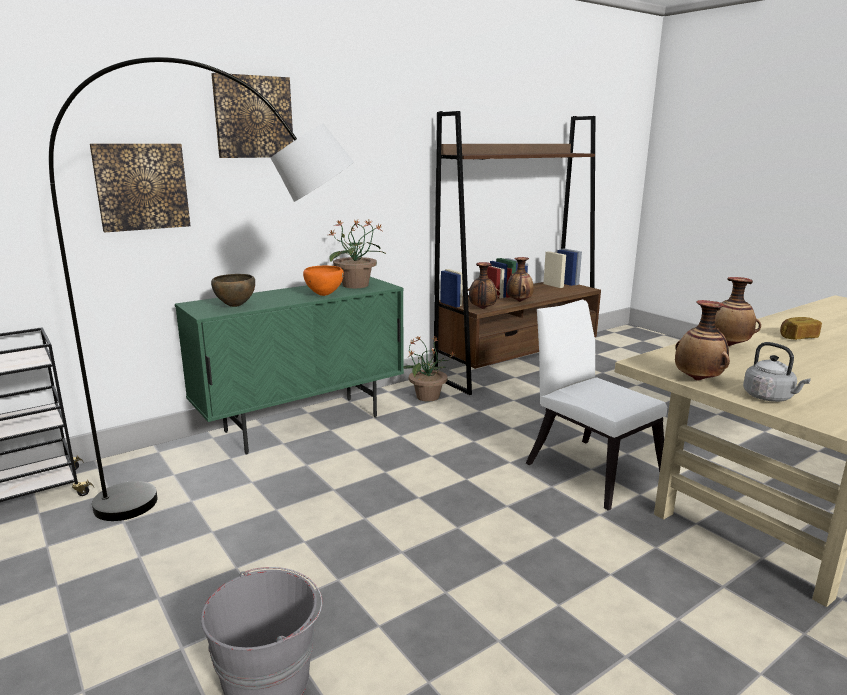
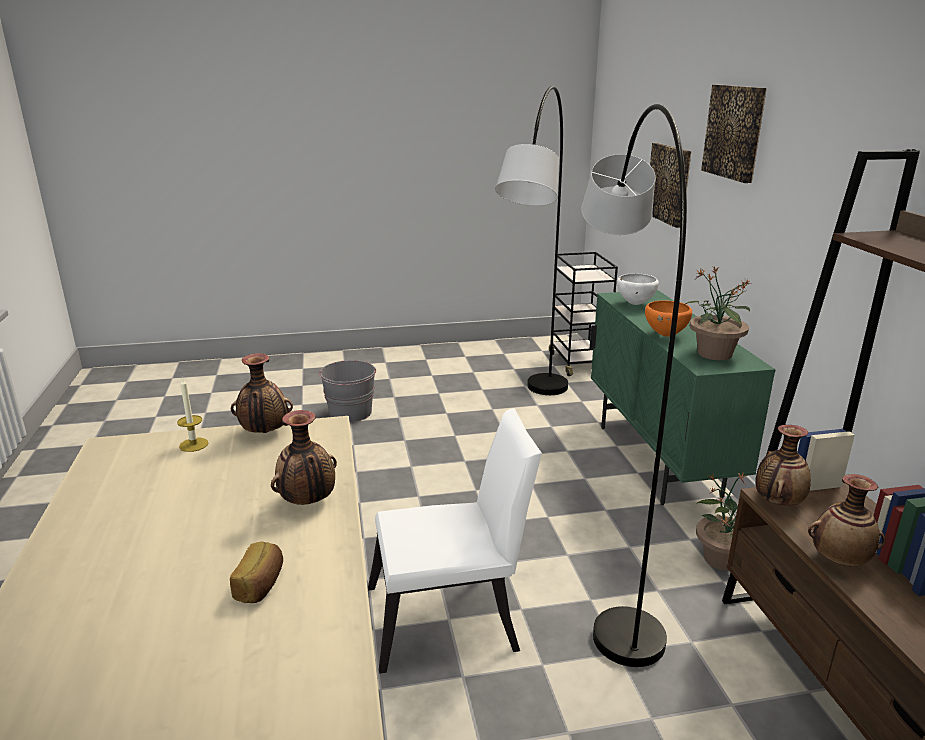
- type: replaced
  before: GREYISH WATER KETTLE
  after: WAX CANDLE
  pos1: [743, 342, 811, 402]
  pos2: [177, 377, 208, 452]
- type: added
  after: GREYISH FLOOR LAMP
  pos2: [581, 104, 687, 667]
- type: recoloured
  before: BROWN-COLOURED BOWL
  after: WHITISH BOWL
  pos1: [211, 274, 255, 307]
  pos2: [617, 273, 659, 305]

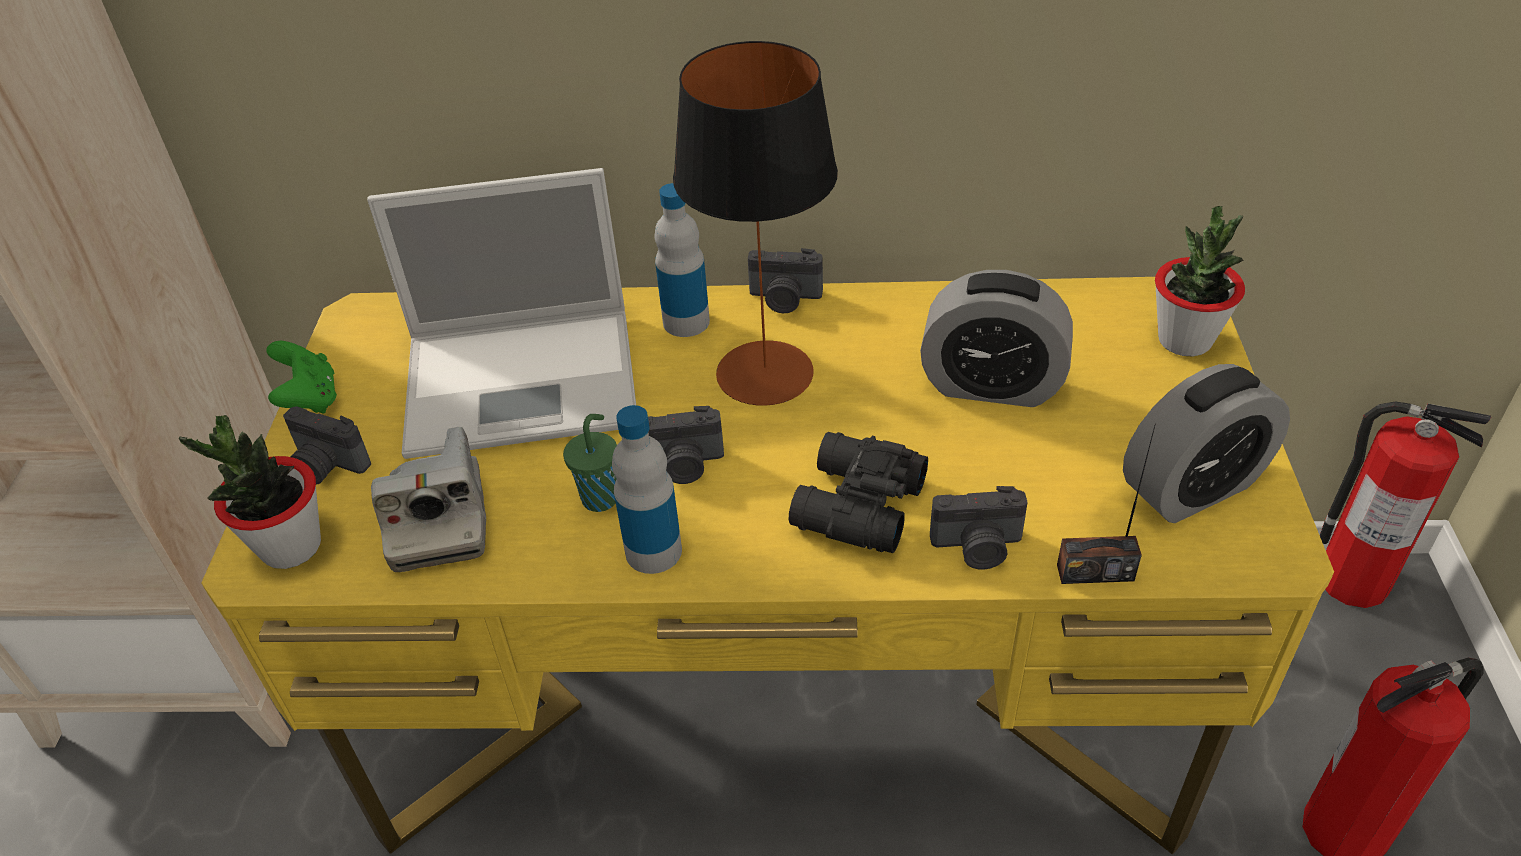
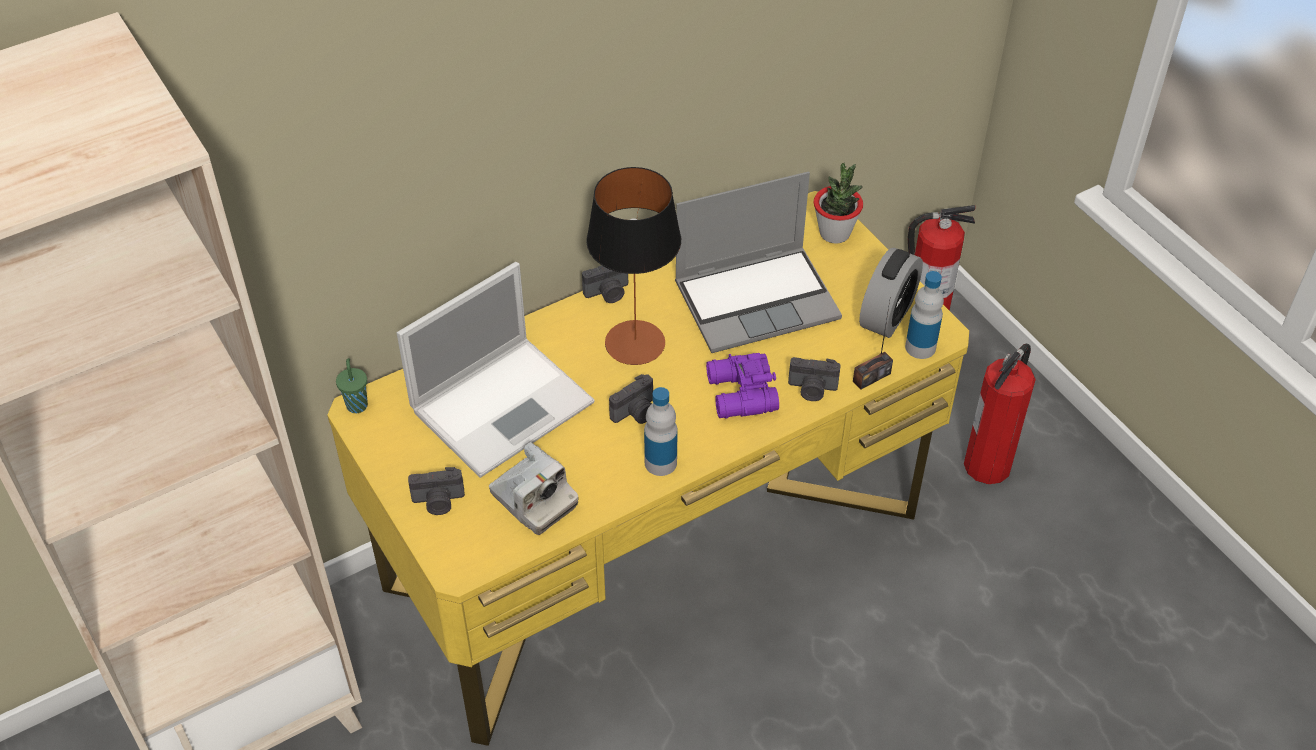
- type: moved
  before: GREEN SMALL CUP
  pos1: [563, 414, 617, 512]
  pos2: [336, 358, 368, 413]
- type: replaced
  before: BEDSIDE CLOCK
  after: PORTABLE COMPUTER
  pos1: [920, 270, 1073, 407]
  pos2: [675, 172, 842, 353]
- type: recoloured
  before: BLACK FIELD GLASSES
  after: PURPLE FIELD GLASSES
  pos1: [789, 432, 928, 553]
  pos2: [706, 353, 779, 419]
- type: turned
  before: STILL CAMERA
  pos1: [930, 486, 1028, 570]
  pos2: [788, 357, 841, 401]
  turn: 45
- type: moved
  before: DRINK BOTTLE
  pos1: [654, 183, 710, 337]
  pos2: [905, 271, 944, 359]
- type: removed
  before: POTTED PLANT
  pos1: [179, 415, 321, 569]
- type: removed
  before: GREEN JOYPAD
  pos1: [266, 341, 337, 413]

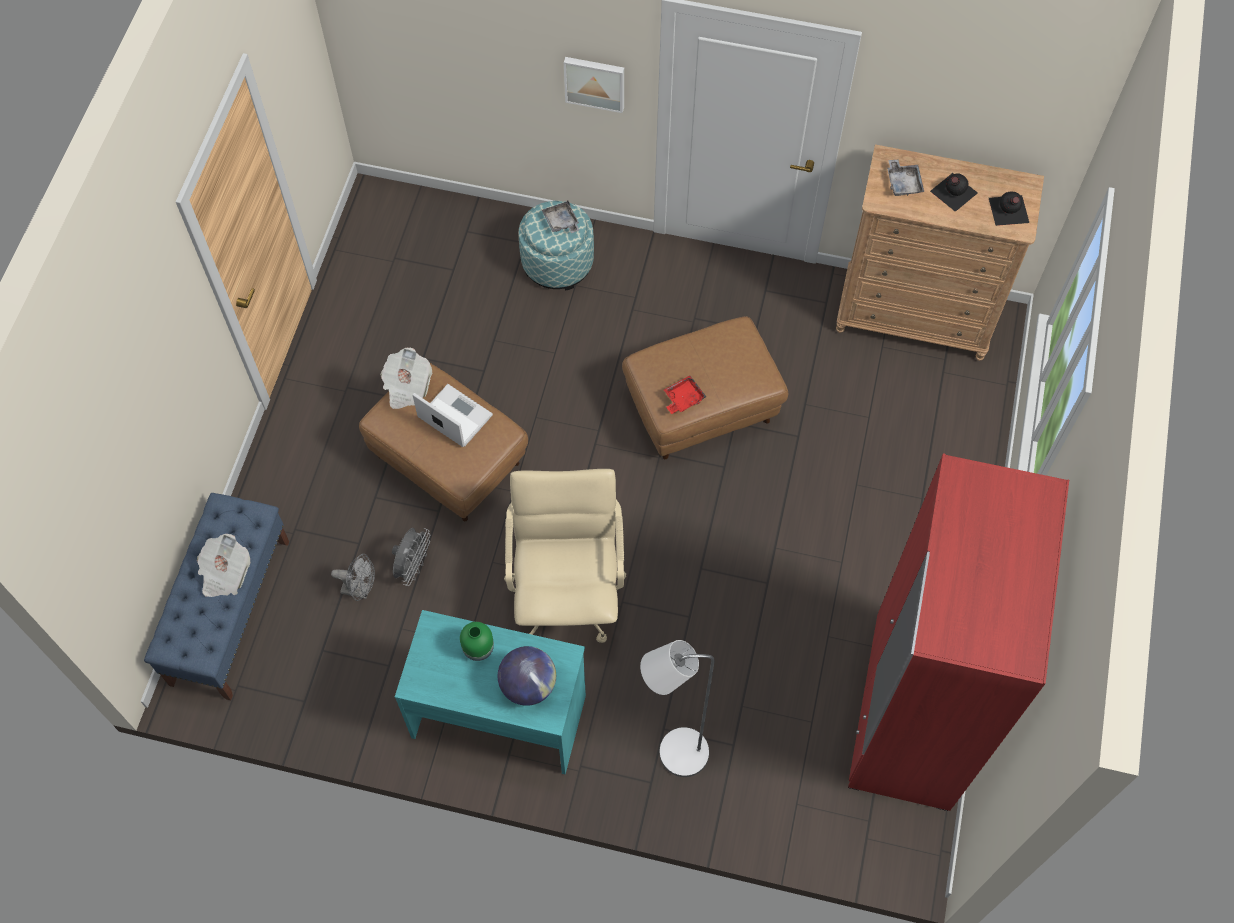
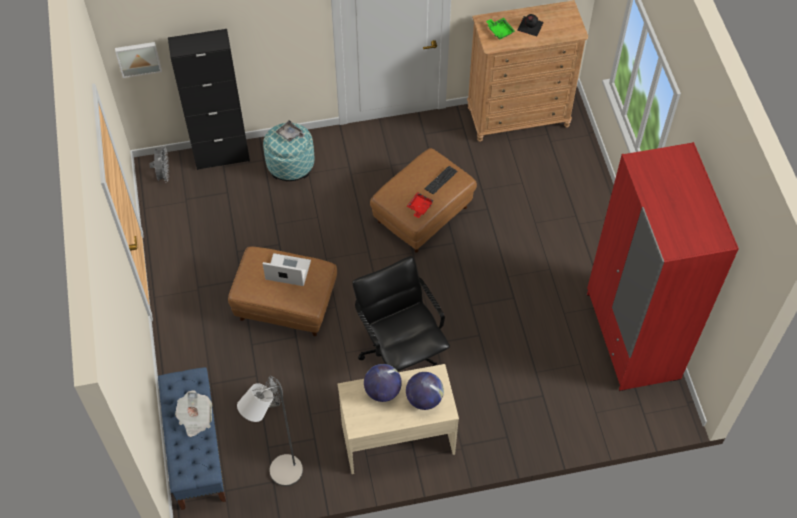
- type: moved
  before: WALL PICTURE
  pos1: [564, 57, 624, 113]
  pos2: [115, 42, 162, 78]
- type: moved
  before: GREYISH ELECTRIC FAN
  pos1: [392, 528, 430, 586]
  pos2: [149, 146, 169, 183]
- type: added
  after: BLACK CUPBOARD
  pos2: [168, 29, 250, 170]
- type: moved
  before: GREYISH FLOOR LAMP
  pos1: [640, 640, 714, 777]
  pos2: [237, 383, 303, 486]
- type: recoloured
  before: TURQUOISE-COLOURED DESK TABLE
  after: SAND-COLOURED DESK TABLE
  pos1: [395, 610, 586, 774]
  pos2: [337, 364, 459, 474]
- type: recoloured
  before: SAND-COLOURED OFFICE CHAIR
  after: BLACK OFFICE CHAIR
  pos1: [504, 469, 626, 643]
  pos2: [352, 256, 450, 371]
- type: replaced
  before: GREEN VASE
  after: WORLD GLOBE
  pos1: [460, 622, 494, 661]
  pos2: [364, 364, 402, 402]
- type: added
  after: PC KEYBOARD
  pos2: [425, 166, 457, 194]
- type: recoloured
  before: GREYISH CARRYING TRAY
  after: GREEN CARRYING TRAY
  pos1: [887, 159, 924, 196]
  pos2: [486, 18, 515, 40]
- type: removed
  before: NEWSPAPER
  pos1: [381, 348, 432, 409]
- type: removed
  before: BLACK DRINK BOTTLE
  pos1: [989, 191, 1029, 226]

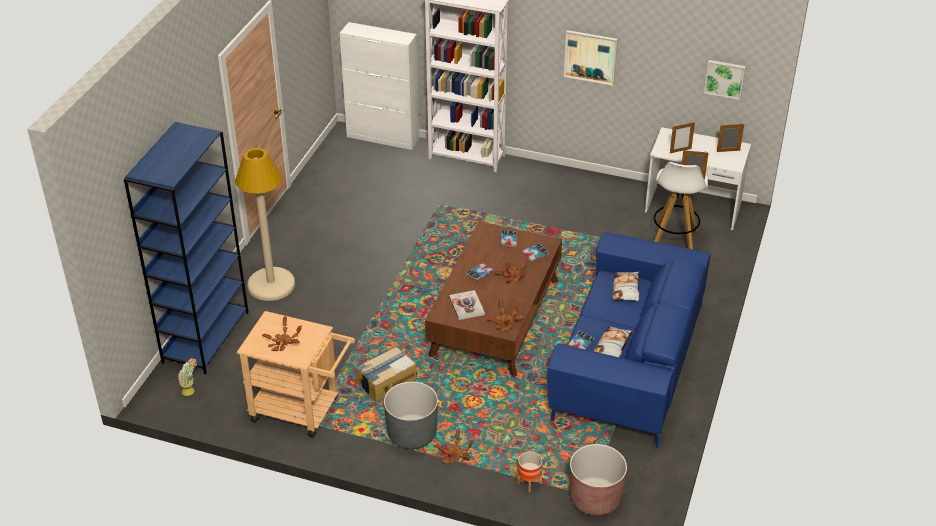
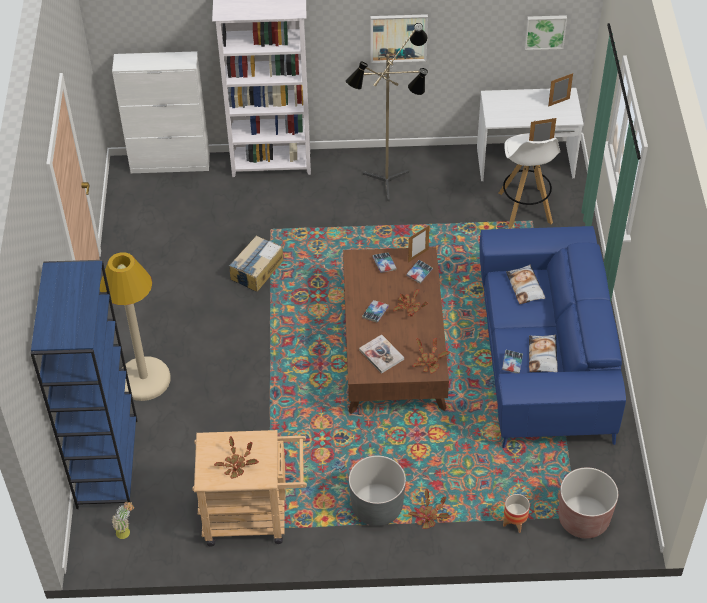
- type: moved
  before: CARDBOARD BOX
  pos1: [356, 347, 417, 401]
  pos2: [229, 236, 284, 292]
- type: added
  after: FLOOR LAMP
  pos2: [346, 23, 428, 201]
- type: moved
  before: PHOTO FRAME
  pos1: [670, 122, 695, 153]
  pos2: [408, 225, 430, 262]

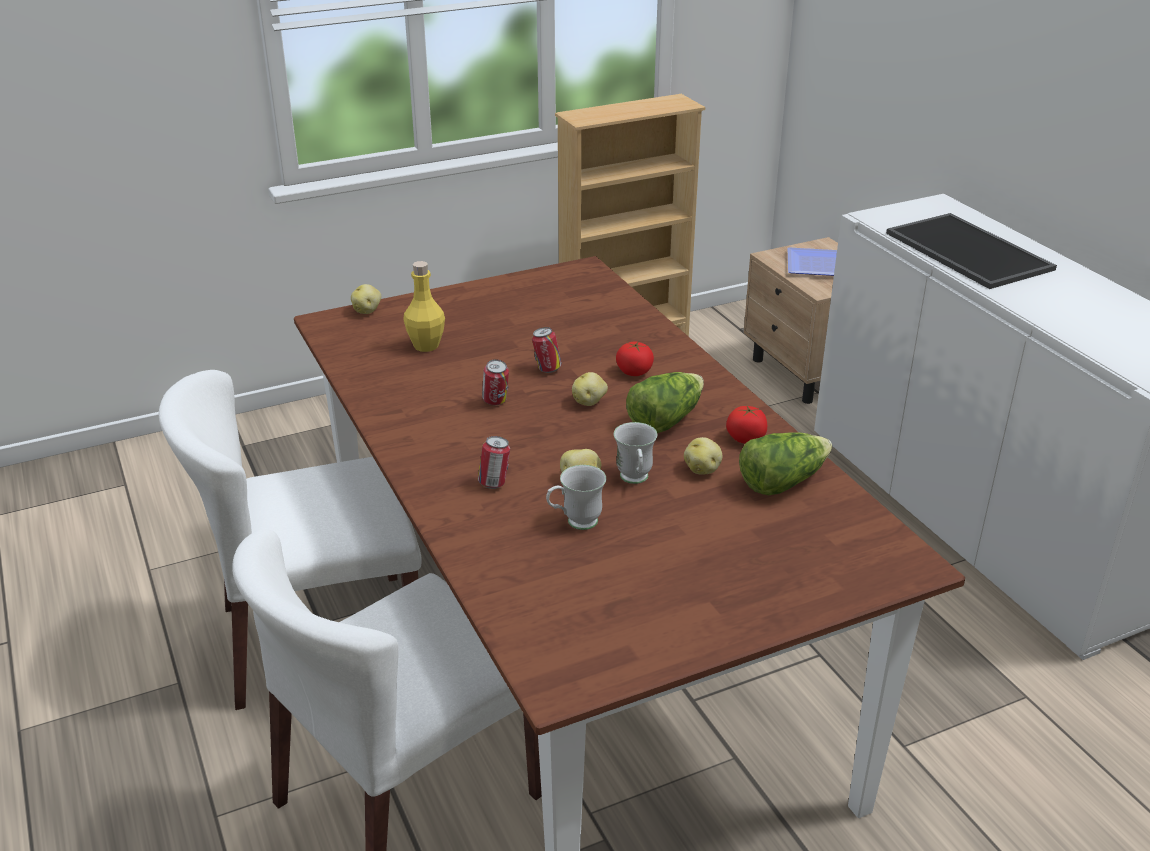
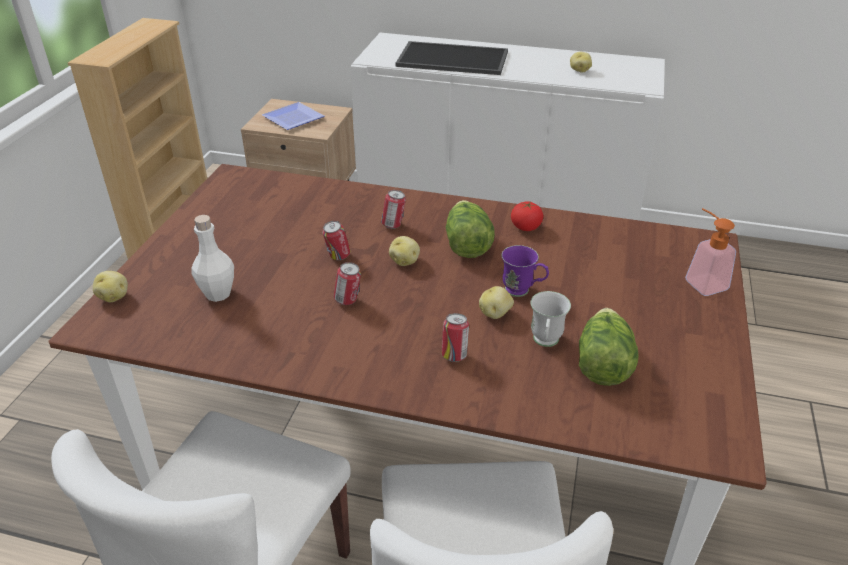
- type: recoloured
  before: YELLOWISH DRINK BOTTLE
  after: WHITISH DRINK BOTTLE
  pos1: [403, 261, 445, 352]
  pos2: [191, 215, 234, 302]
- type: replaced
  before: TOMATO
  after: CAN
  pos1: [616, 341, 654, 376]
  pos2: [381, 190, 406, 229]
- type: recoloured
  before: WHITISH MUG
  after: PURPLE MUG
  pos1: [614, 422, 657, 484]
  pos2: [501, 245, 549, 297]
- type: moved
  before: POTATO
  pos1: [684, 437, 722, 475]
  pos2: [570, 52, 592, 73]
- type: moved
  before: LETTUCE HEAD
  pos1: [739, 433, 832, 495]
  pos2: [579, 308, 639, 386]
- type: added
  after: LIQUID SOAP BOTTLE
  pos2: [685, 208, 736, 296]

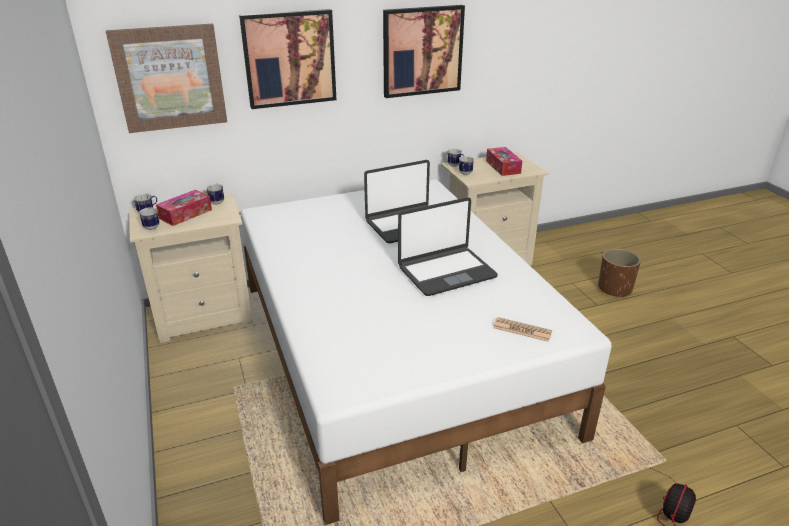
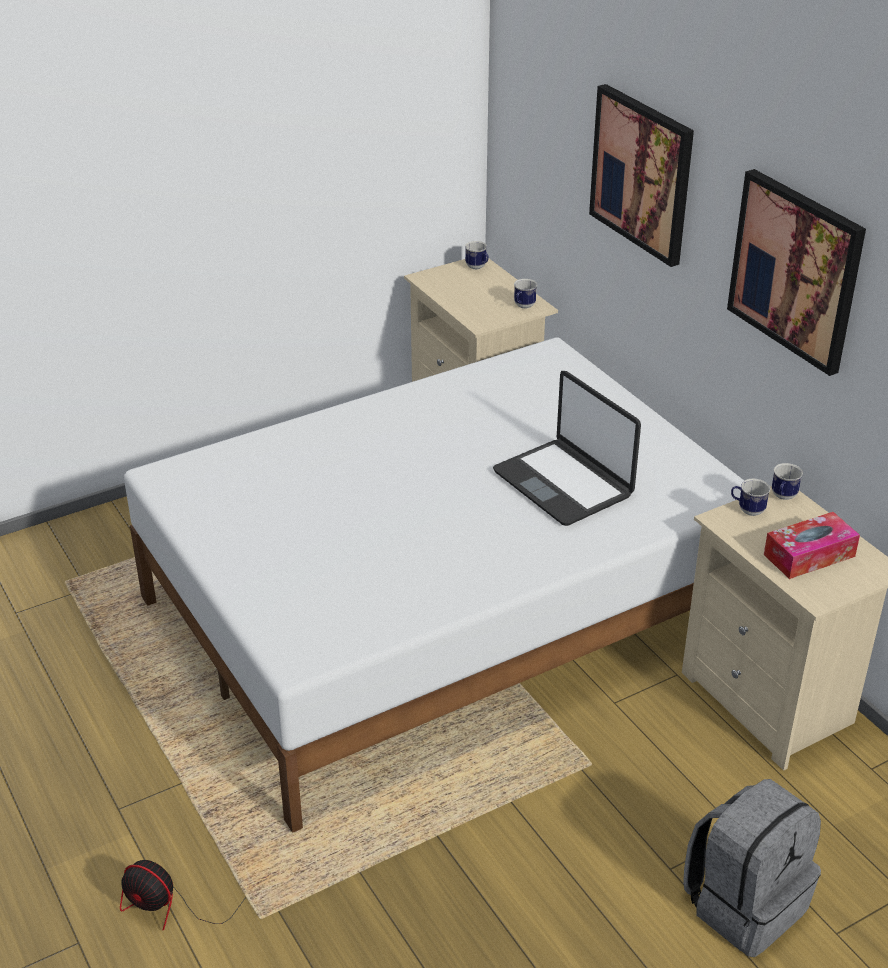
- type: replaced
  before: BROWN-COLOURED PLANT POT
  after: GREYISH KNAPSACK
  pos1: [598, 248, 641, 298]
  pos2: [683, 779, 821, 957]
- type: removed
  before: WALL PICTURE
  pos1: [106, 23, 227, 133]
- type: removed
  before: MUG
  pos1: [139, 207, 159, 230]
- type: removed
  before: TISSUE BOX
  pos1: [156, 190, 212, 226]
- type: removed
  before: PORTABLE COMPUTER
  pos1: [398, 197, 498, 296]
- type: removed
  before: NEWSPAPER
  pos1: [493, 317, 552, 342]

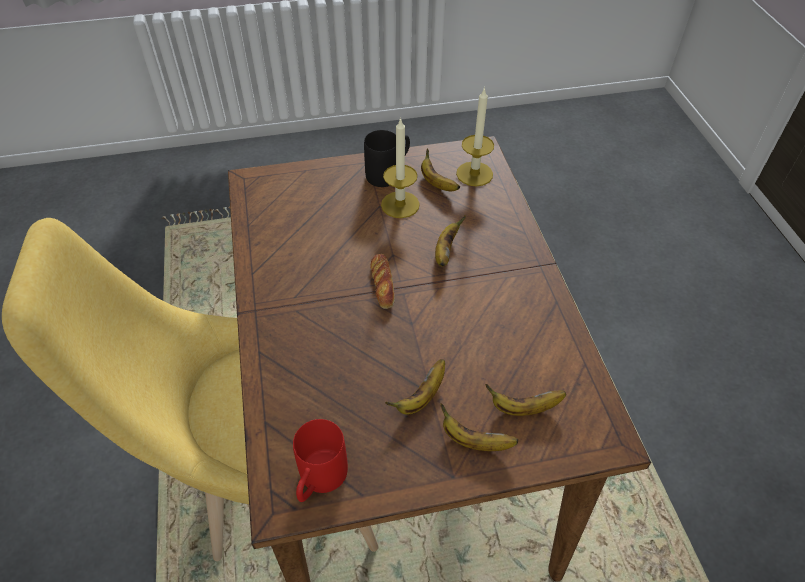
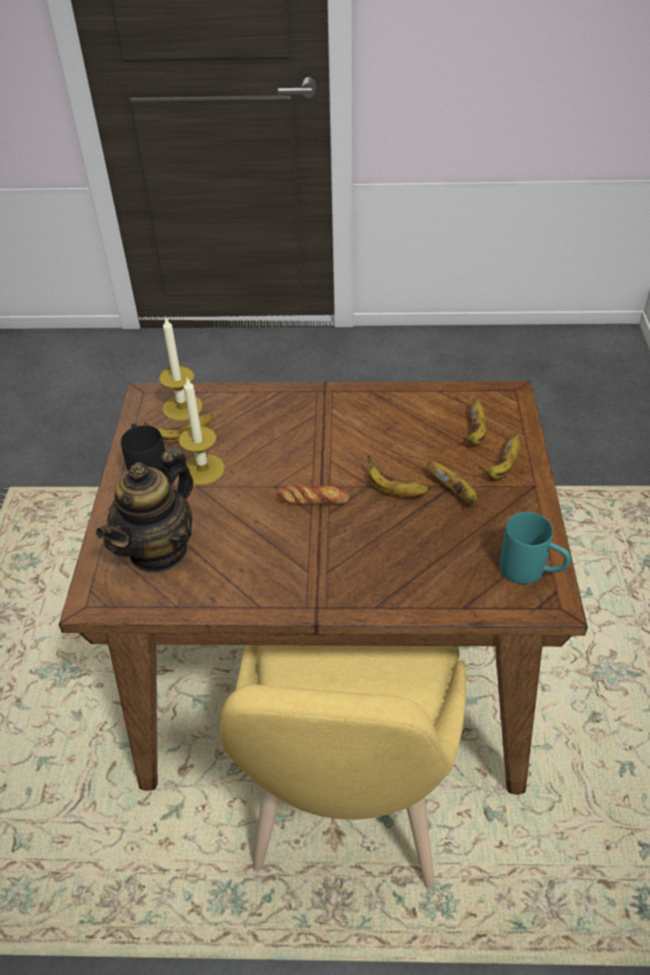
- type: added
  after: TEA POT
  pos2: [96, 447, 193, 573]
- type: moved
  before: BANANA FRUIT
  pos1: [435, 215, 466, 266]
  pos2: [368, 455, 430, 497]
- type: recoloured
  before: RED-COLOURED MUG
  after: TURQUOISE-COLOURED MUG
  pos1: [293, 419, 348, 502]
  pos2: [500, 512, 571, 584]

